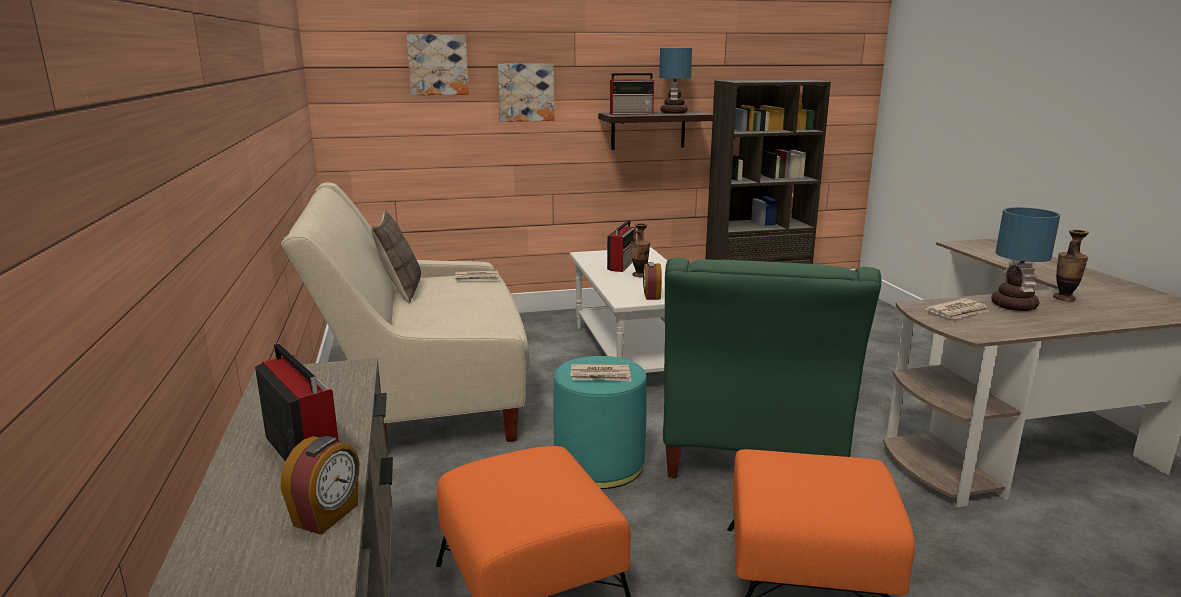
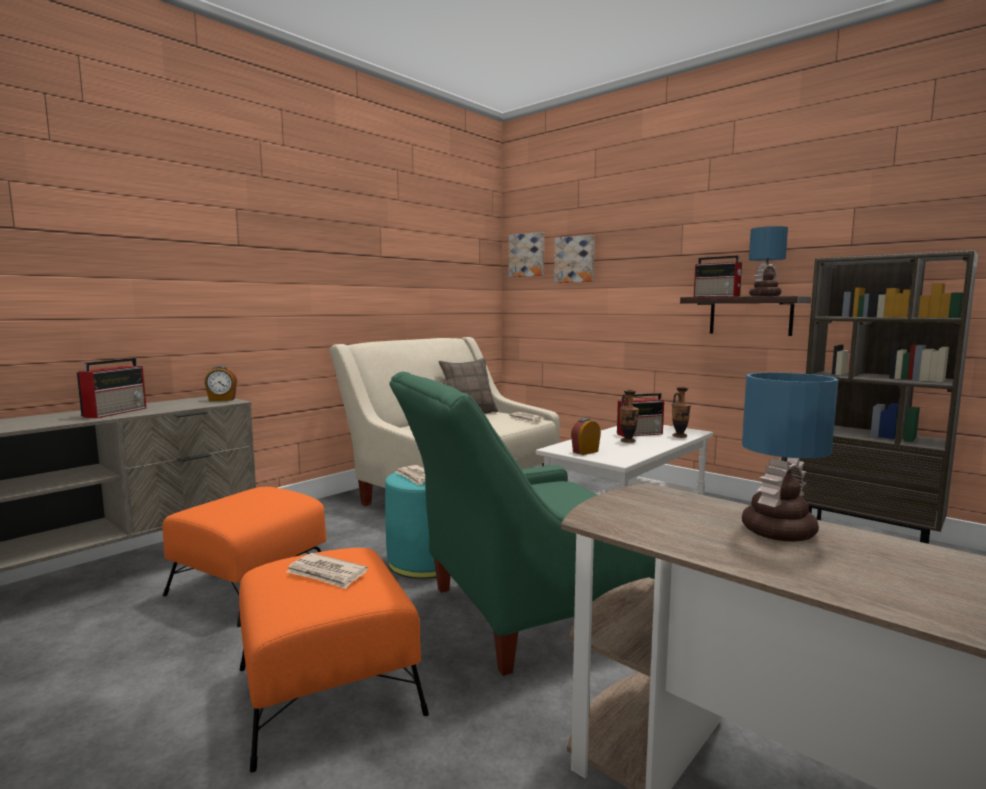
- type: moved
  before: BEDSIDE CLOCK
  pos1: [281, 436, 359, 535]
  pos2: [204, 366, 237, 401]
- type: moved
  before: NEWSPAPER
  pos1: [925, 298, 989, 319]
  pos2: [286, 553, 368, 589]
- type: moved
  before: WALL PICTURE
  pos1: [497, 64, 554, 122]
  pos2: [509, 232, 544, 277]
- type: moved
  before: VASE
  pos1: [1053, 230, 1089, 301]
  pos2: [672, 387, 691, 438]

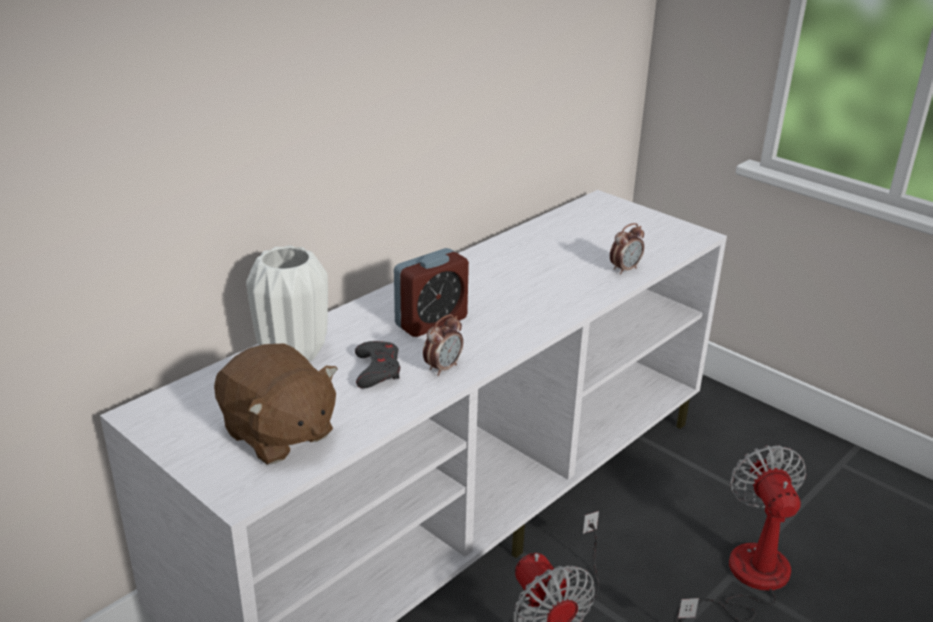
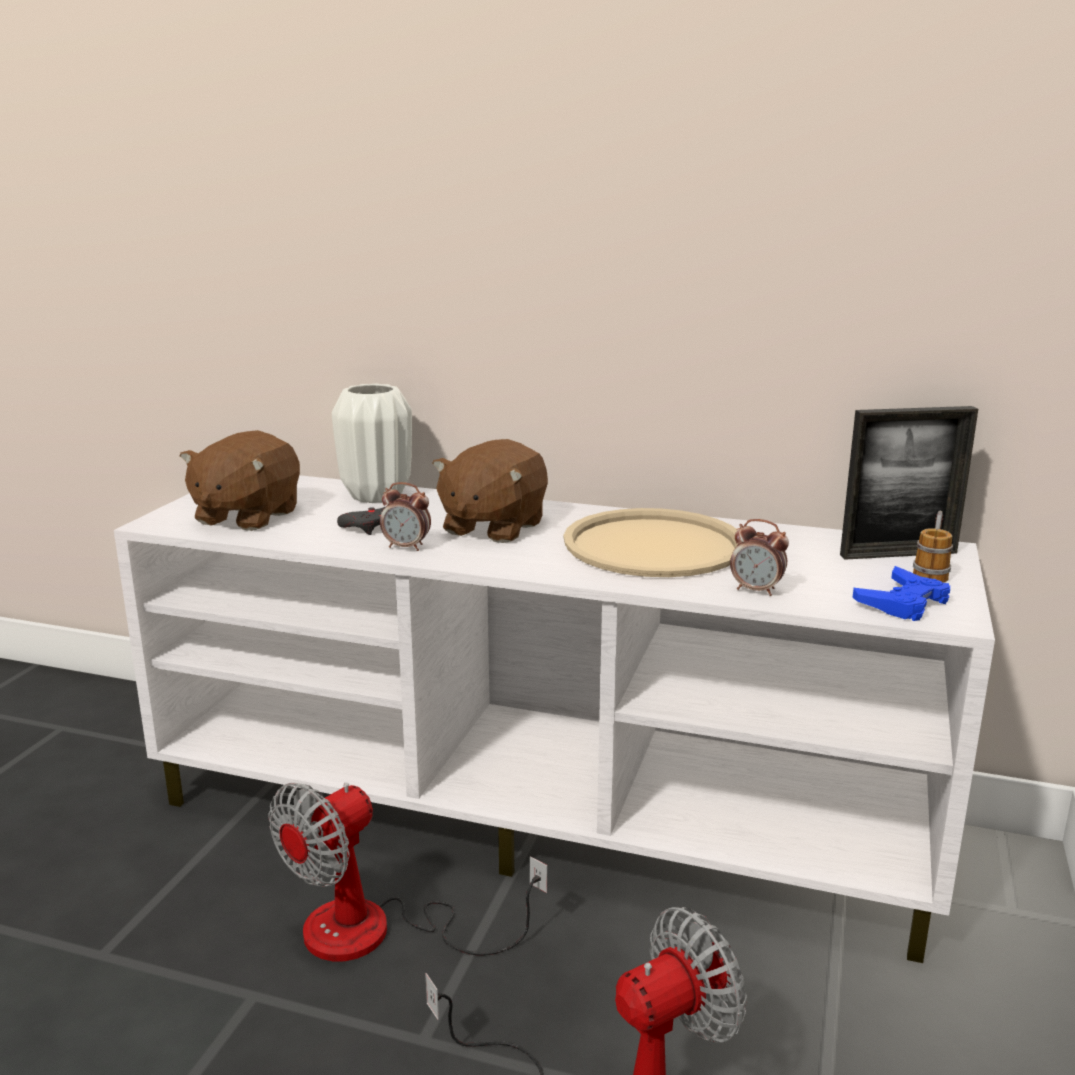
- type: replaced
  before: BEDSIDE CLOCK
  after: BROWN-COLOURED PLUSH TOY
  pos1: [394, 248, 469, 337]
  pos2: [432, 439, 548, 543]
- type: added
  after: SAND-COLOURED CARRYING TRAY
  pos2: [564, 508, 739, 577]
- type: added
  after: PHOTO FRAME
  pos2: [840, 406, 978, 560]
- type: added
  after: BLUISH JOYPAD
  pos2: [852, 566, 950, 621]
- type: added
  after: MUG
  pos2: [913, 511, 953, 583]

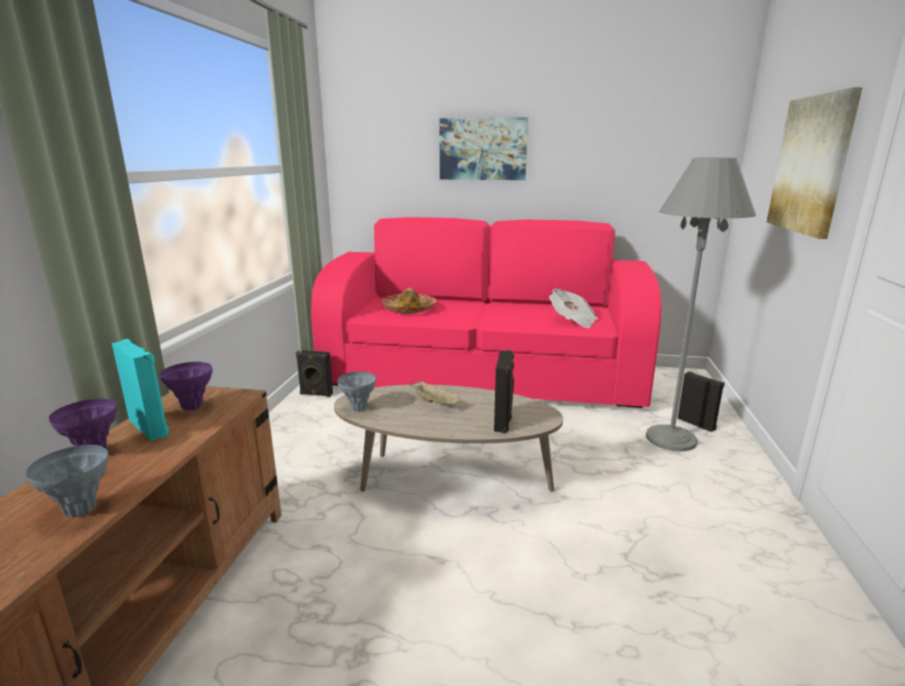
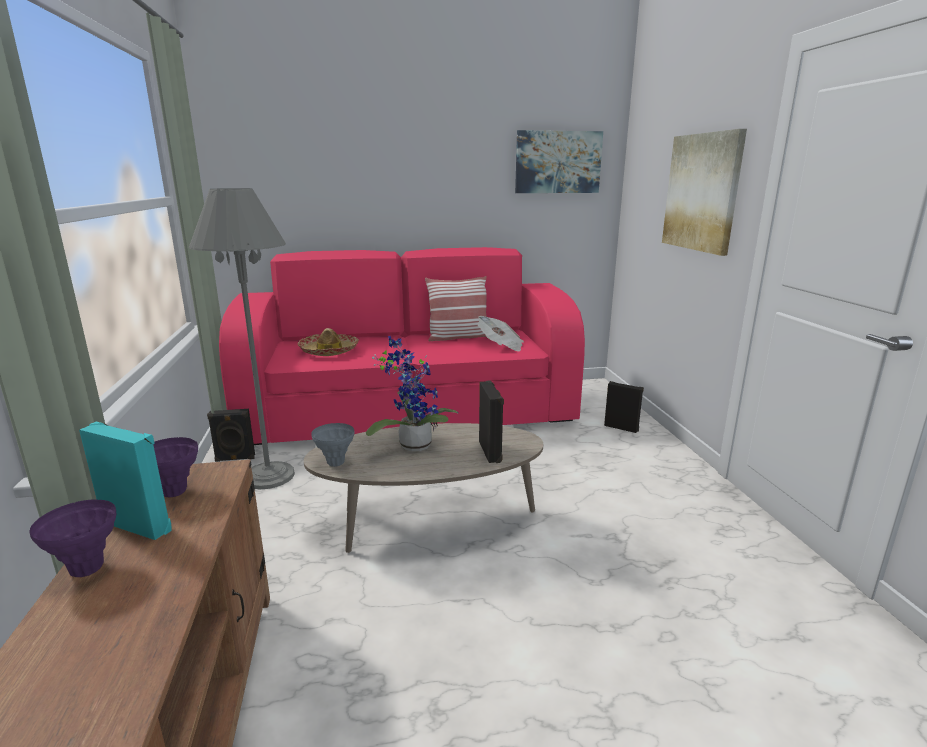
- type: moved
  before: GREYISH FLOOR LAMP
  pos1: [646, 158, 756, 451]
  pos2: [189, 188, 295, 489]
- type: replaced
  before: SAND-COLOURED CARRYING TRAY
  after: POTTED PLANT
  pos1: [410, 381, 460, 404]
  pos2: [366, 336, 458, 451]
- type: added
  after: CUSHION
  pos2: [425, 276, 487, 341]
- type: moved
  before: WALL PICTURE
  pos1: [439, 117, 528, 180]
  pos2: [515, 130, 603, 193]
- type: removed
  before: GREYISH VASE
  pos1: [26, 445, 109, 517]

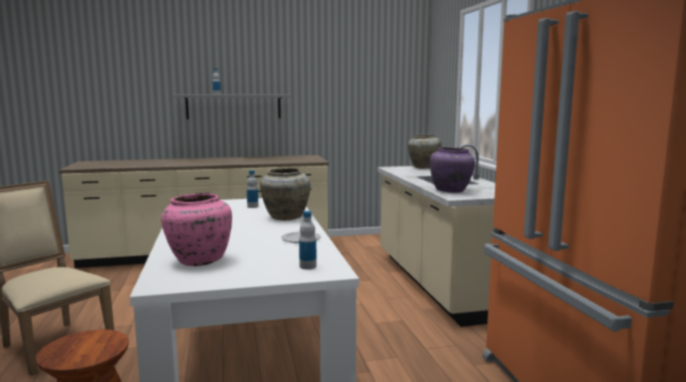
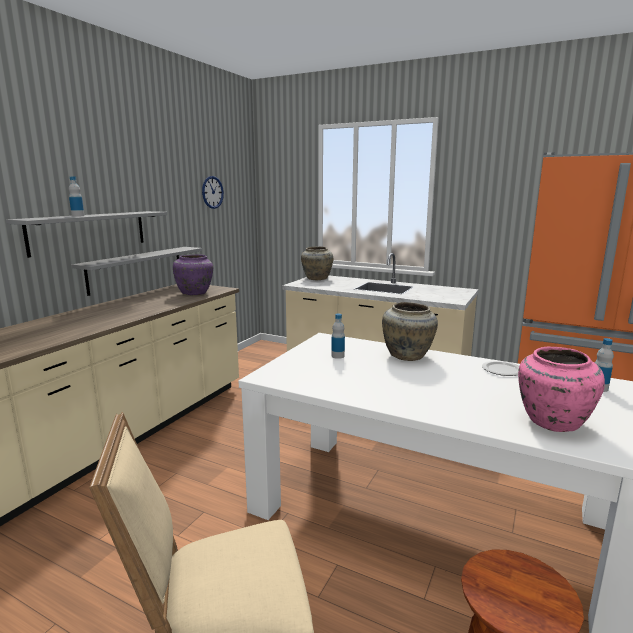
- type: added
  after: GREYISH BRACKET SHELF
  pos2: [71, 247, 202, 296]
- type: moved
  before: PURPLE VASE
  pos1: [430, 147, 475, 193]
  pos2: [173, 254, 213, 295]
- type: added
  after: WALL CLOCK
  pos2: [202, 176, 224, 209]

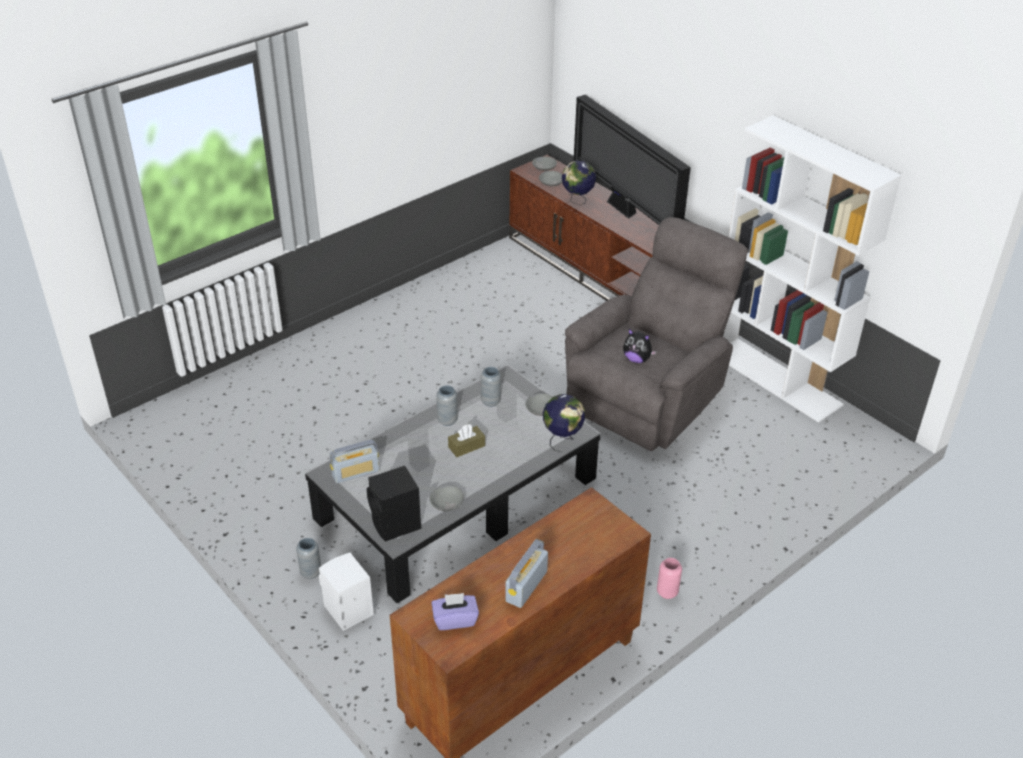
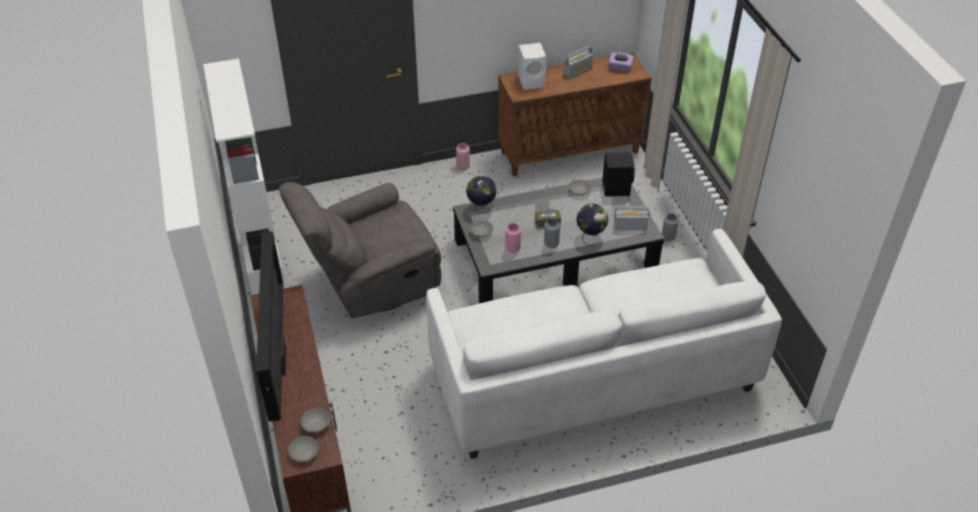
- type: added
  after: WHITISH SETTEE
  pos2: [426, 229, 782, 459]
- type: recoloured
  before: GREYISH VASE
  after: PINK VASE
  pos1: [481, 367, 501, 407]
  pos2: [505, 223, 521, 253]
- type: moved
  before: WHITISH SPEAKER
  pos1: [319, 553, 374, 631]
  pos2: [518, 43, 546, 89]
- type: moved
  before: WORLD GLOBE
  pos1: [562, 161, 596, 205]
  pos2: [577, 204, 608, 246]
- type: removed
  before: PLUSH TOY
  pos1: [623, 329, 656, 363]

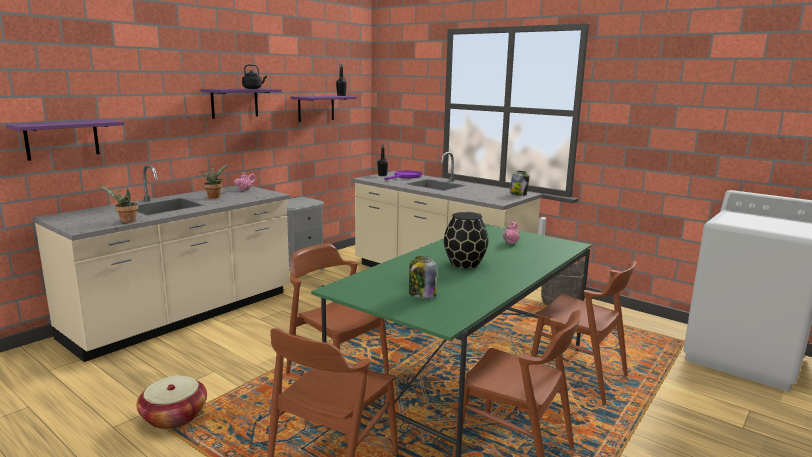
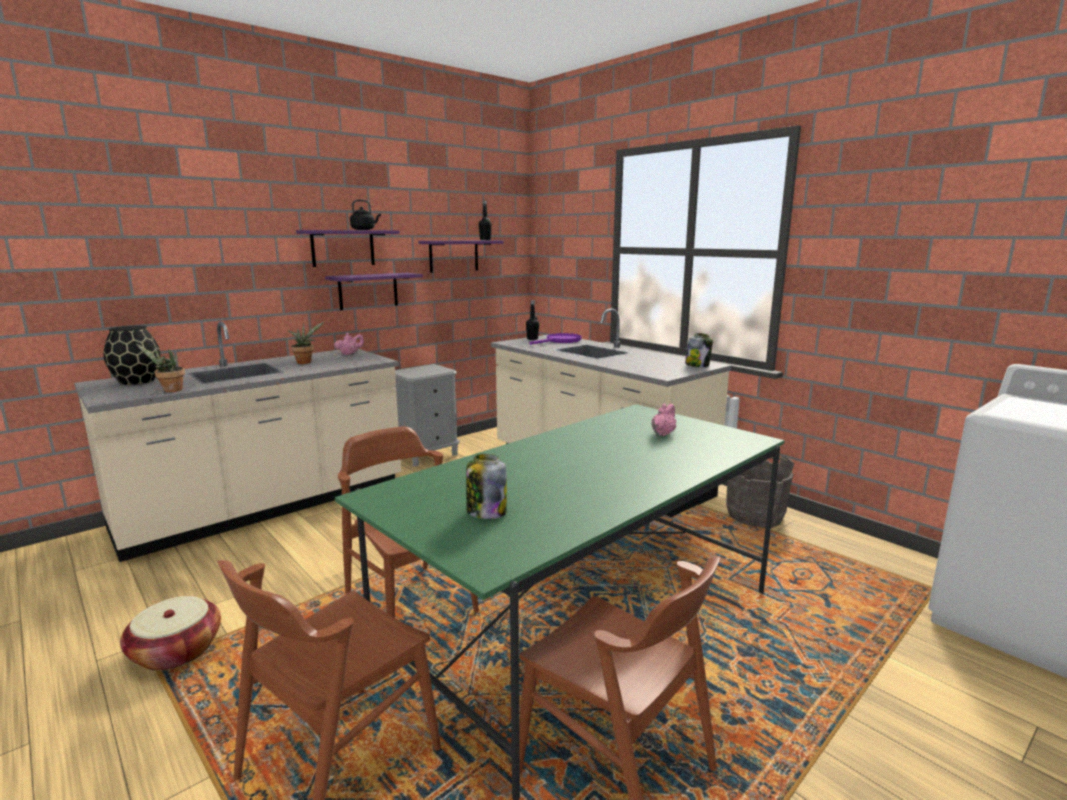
- type: moved
  before: BLACK VASE
  pos1: [444, 212, 488, 268]
  pos2: [103, 326, 161, 385]
- type: moved
  before: PURPLE BRACKET SHELF
  pos1: [6, 120, 124, 161]
  pos2: [325, 273, 423, 310]
- type: removed
  before: BROWN-COLOURED UPRIGHT CHAIR
  pos1: [531, 261, 636, 404]

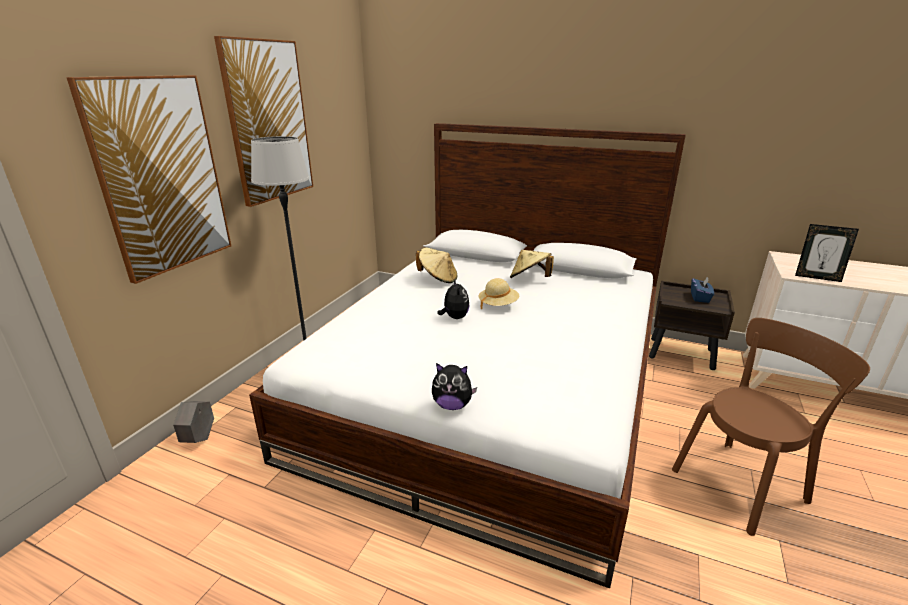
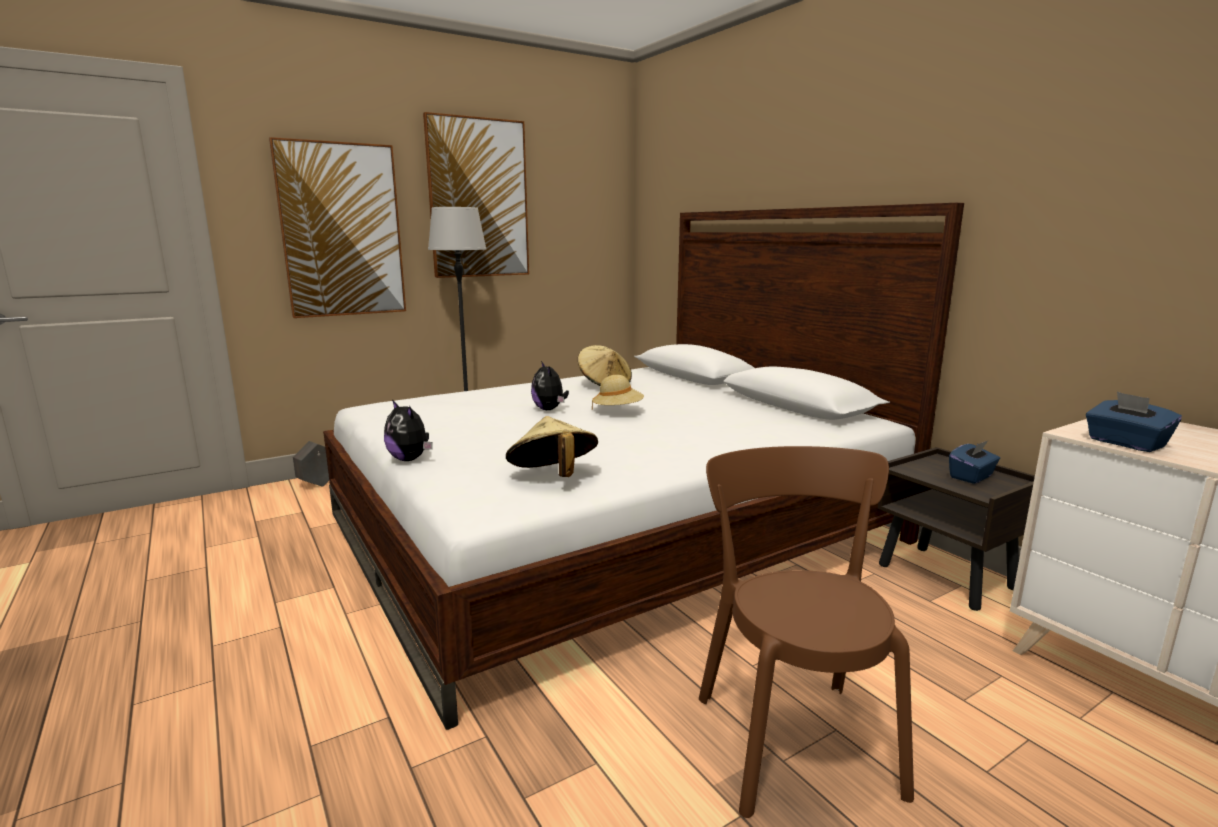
- type: moved
  before: SAND-COLOURED CLOTHING HAT
  pos1: [510, 250, 554, 278]
  pos2: [506, 416, 598, 477]
- type: turned
  before: PLUSH TOY
  pos1: [437, 278, 470, 319]
  pos2: [531, 361, 569, 410]
  turn: 135
- type: turned
  before: BROWN-COLOURED UPRIGHT CHAIR
  pos1: [672, 318, 870, 536]
  pos2: [699, 446, 914, 818]
  turn: -105
- type: replaced
  before: PHOTO FRAME
  after: BLUISH TISSUE BOX
  pos1: [795, 224, 859, 282]
  pos2: [1086, 392, 1182, 452]

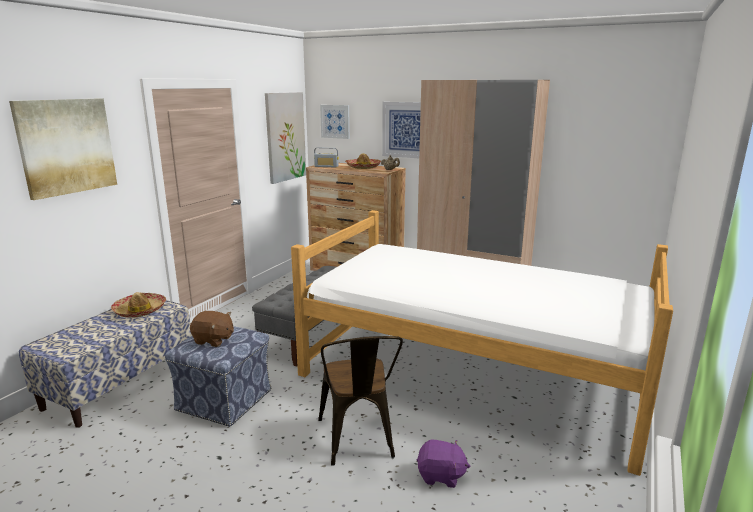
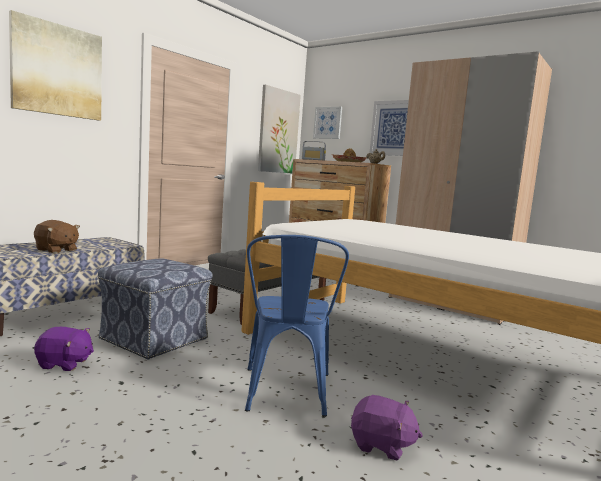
- type: moved
  before: BROWN-COLOURED PLUSH TOY
  pos1: [190, 311, 234, 347]
  pos2: [34, 220, 80, 254]
- type: added
  after: PURPLE PLUSH TOY
  pos2: [34, 327, 94, 371]
- type: recoloured
  before: BROWN-COLOURED UPRIGHT CHAIR
  after: BLUISH UPRIGHT CHAIR
  pos1: [318, 336, 403, 466]
  pos2: [245, 235, 349, 417]
- type: removed
  before: CLOTHING HAT
  pos1: [111, 292, 166, 318]

